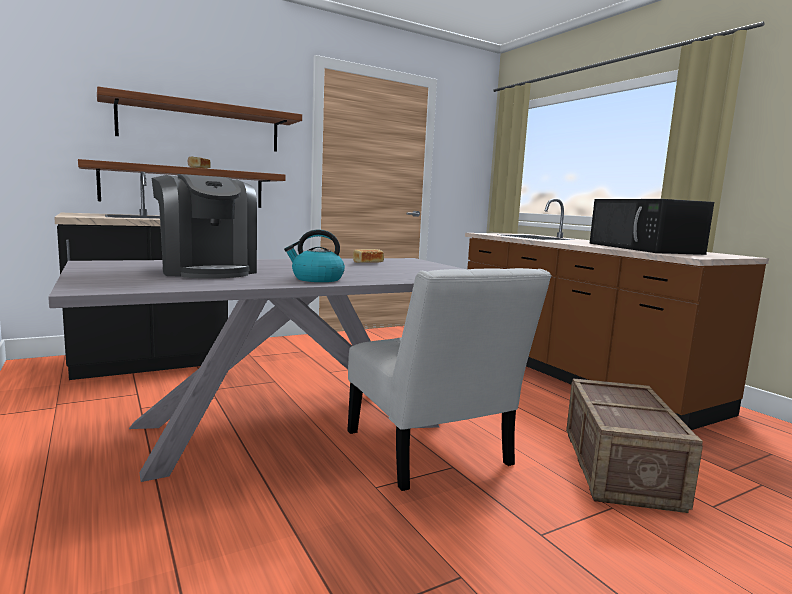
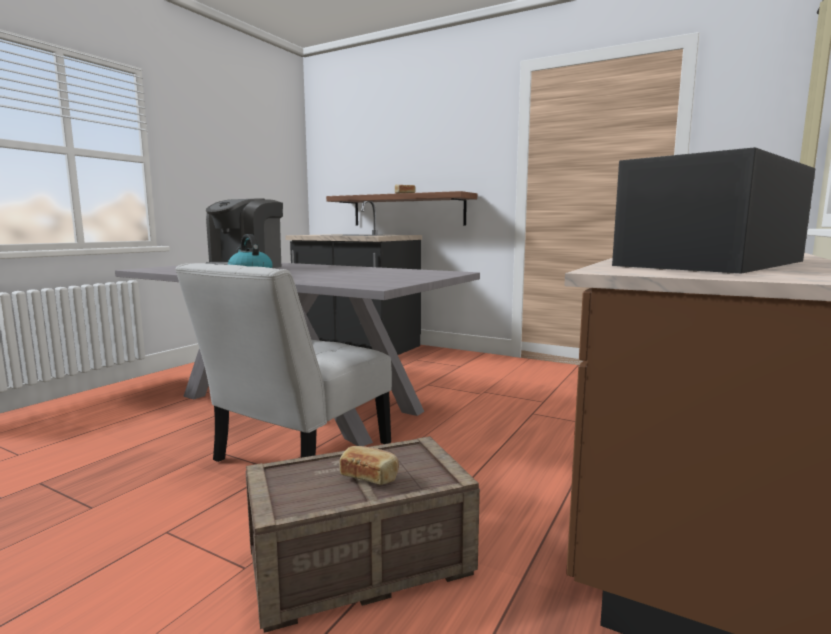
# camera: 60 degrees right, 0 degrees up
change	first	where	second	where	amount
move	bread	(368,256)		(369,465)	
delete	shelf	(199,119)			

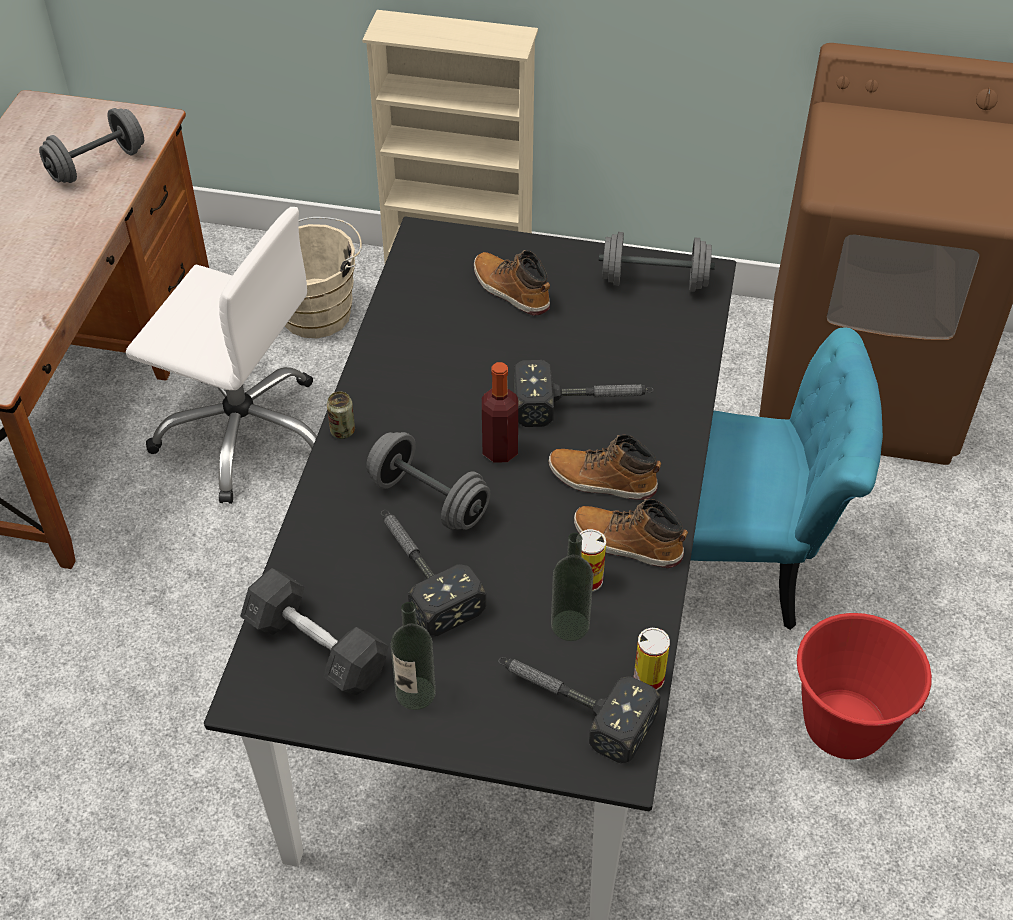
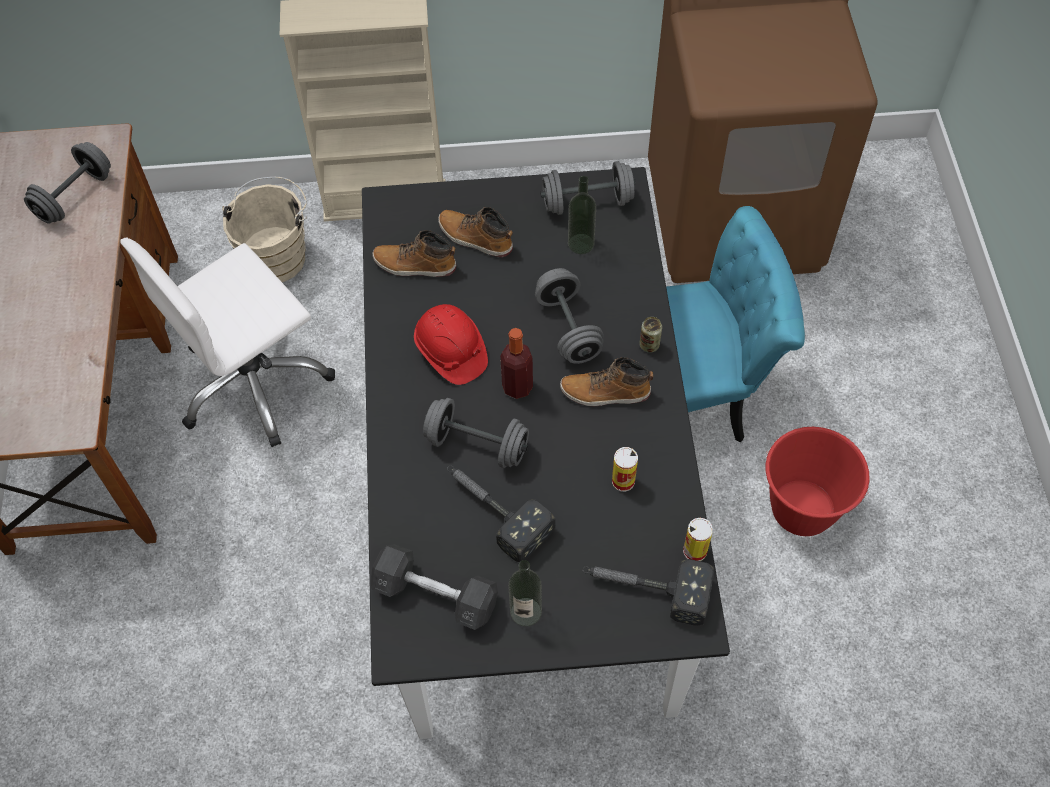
# camera: 15 degrees left, 10 degrees up
change	first	where	second	where	amount
rotate	white office chair	(221,355)		(227,342)	135 degrees clockwise
move	boot	(631,533)		(414,253)	
insert			red hard hat	(451,344)	
replace	hammer	(584,393)	grey dumbbell	(569,316)	
move	bottle	(572,587)		(582,215)	
move	can	(341,415)		(650,335)	

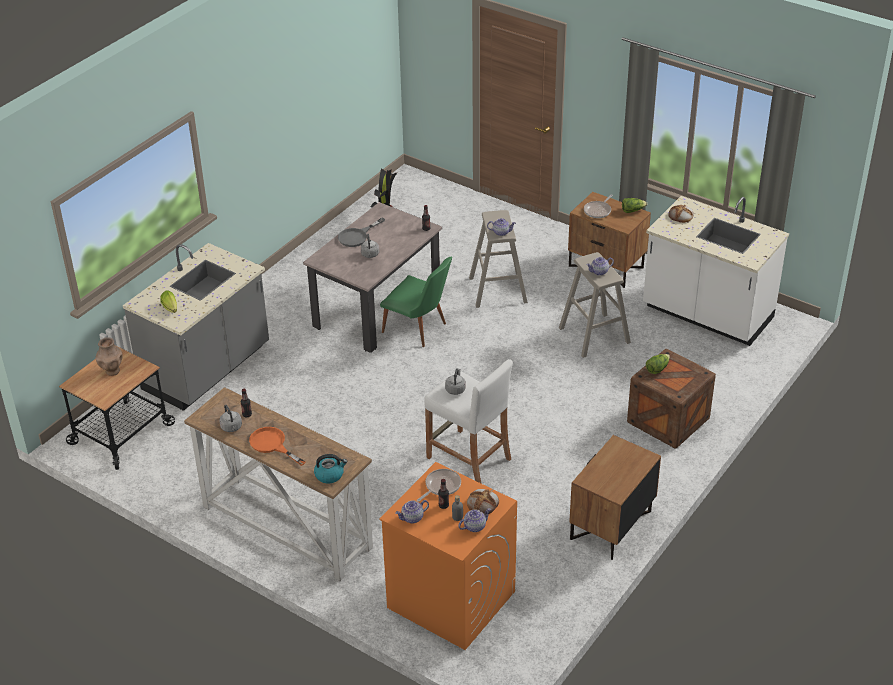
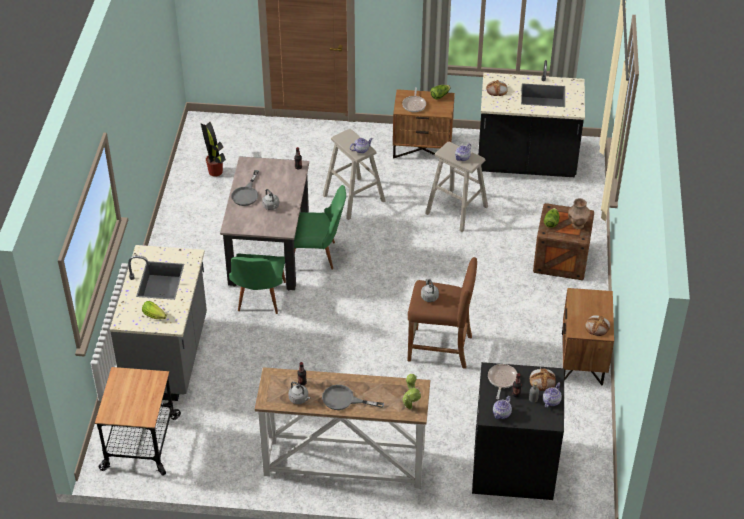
# camera: 30 degrees left, 5 degrees up
change	first	where	second	where	amount
insert			green chair	(257,283)	
recolor	orange frying pan	(277,446)	grey frying pan	(353,397)	
replace	kettle	(330,469)	potted plant	(411,391)	
recolor	white stool	(468,421)	brown stool	(442,313)	
recolor	orange washing machine	(448,556)	black washing machine	(518,431)	
recolor	white counter	(716,271)	black counter	(531,118)	
move	brown vase	(109,356)		(579,213)	
insert			bread	(597,326)	

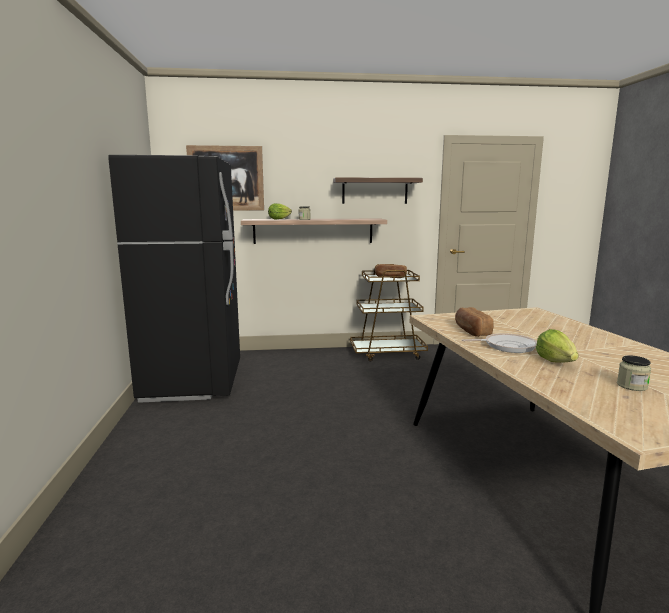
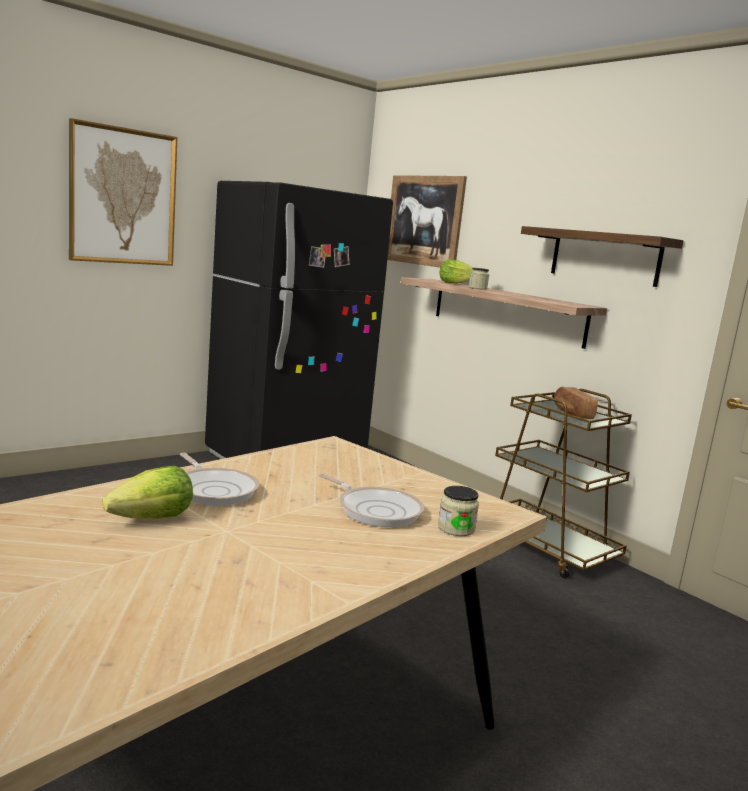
# camera: 55 degrees right, 0 degrees up
change	first	where	second	where	amount
insert			picture	(123,192)	
insert			frying pan	(371,500)	
move	jar	(634,373)		(458,511)	
delete	bread	(474,322)			

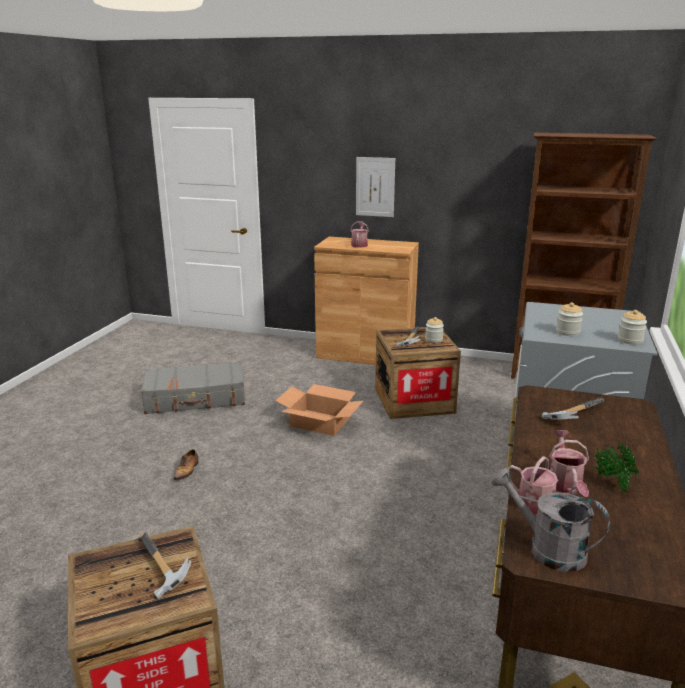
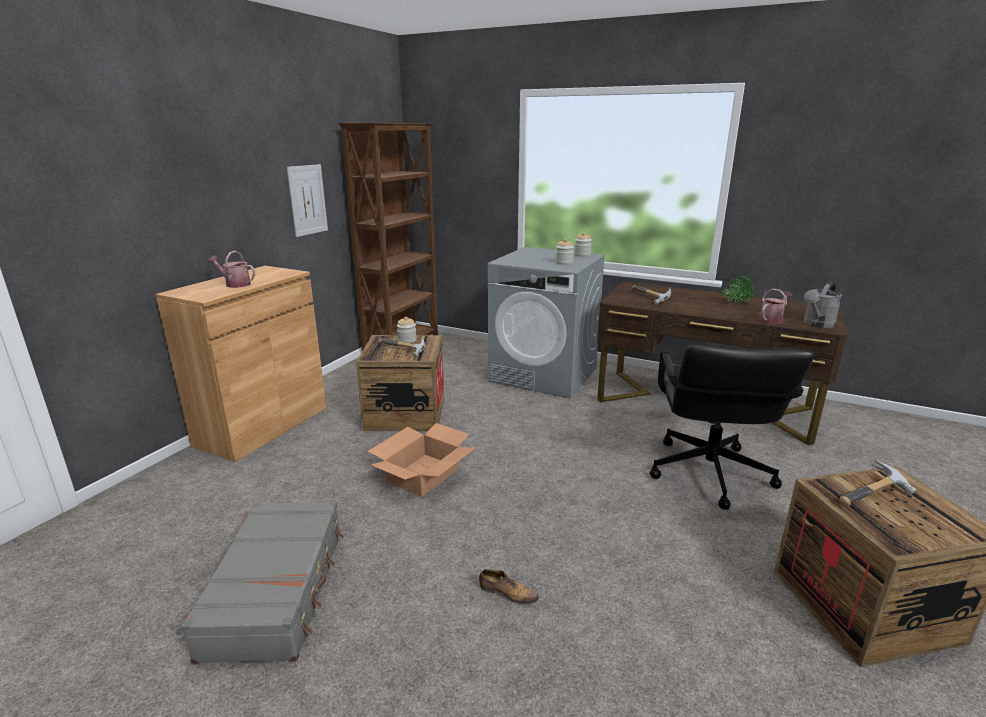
# camera: 80 degrees left, 0 degrees up
change	first	where	second	where	amount
move	picture	(375,187)		(307,200)	
insert			black office chair	(732,427)	
delete	watering can	(569,461)			

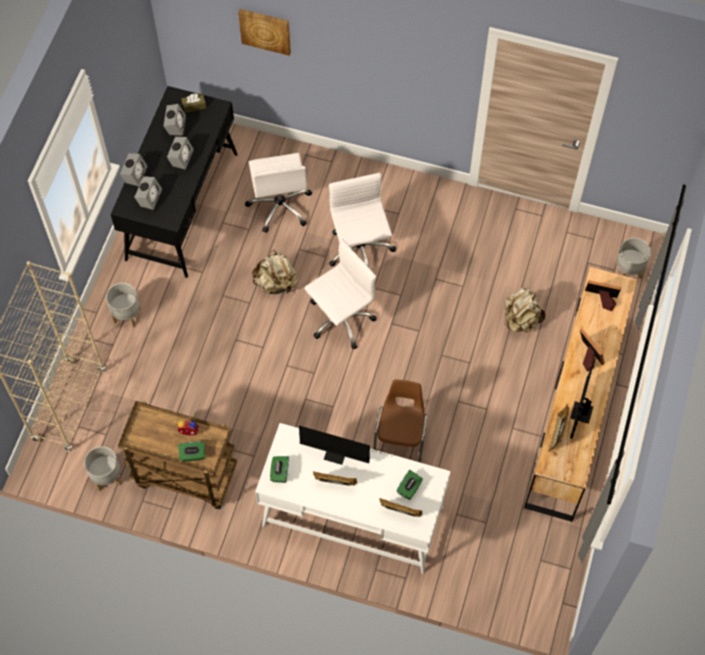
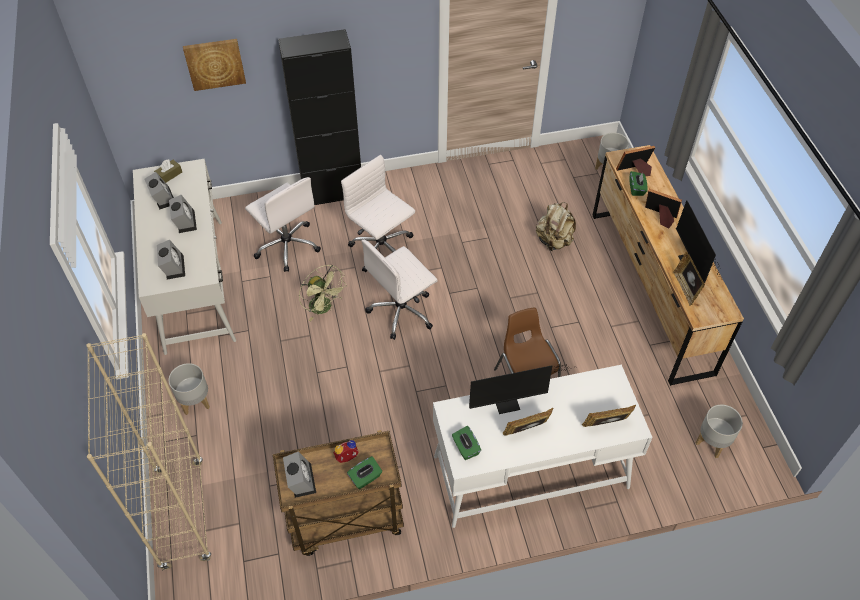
# camera: 30 degrees left, 10 degrees down
change	first	where	second	where	amount
recolor	black desk	(174,182)	white desk	(184,257)	
insert			black cabinet	(319,117)	
move	alarm clock	(134,171)		(299,475)	
replace	beige backpack	(275,272)	green fan	(323,293)	
rotate	white office chair	(340,294)		(399,290)	150 degrees counterclockwise
move	green tissue box	(409,485)		(639,183)	
move	grey planter	(102,468)		(719,431)	

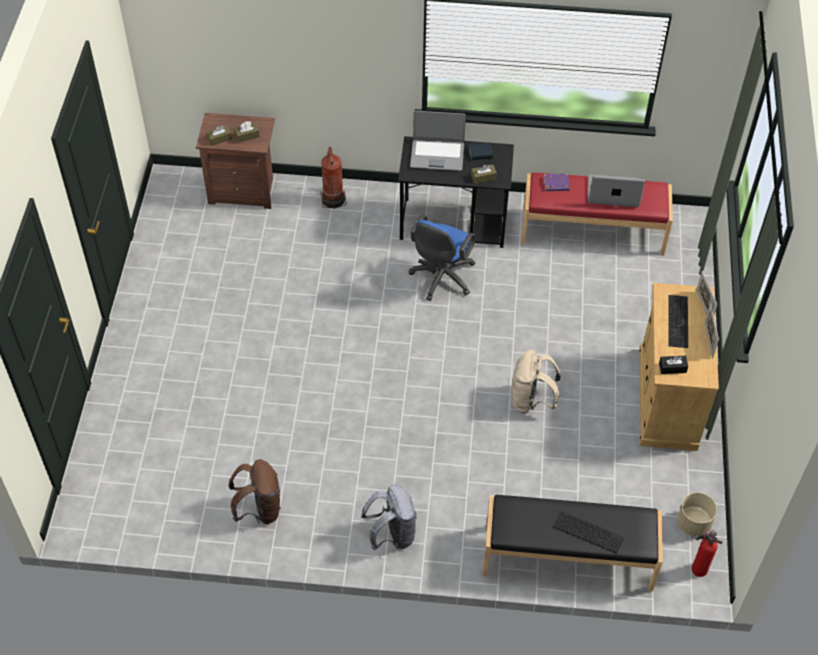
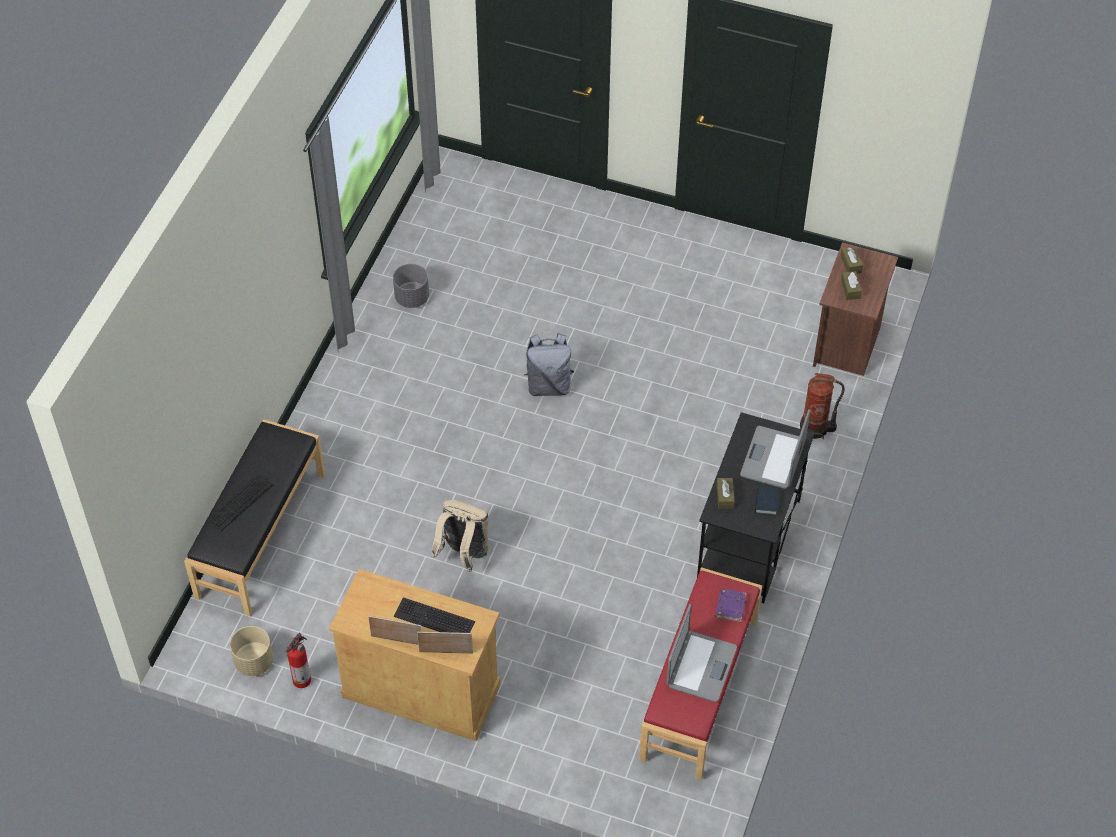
# camera: 105 degrees right, 0 degrees up
change	first	where	second	where	amount
move	fire extinguisher	(707,553)		(298,660)	
replace	brown backpack	(254,491)	grey planter	(411,286)	
move	grey backpack	(389,517)		(549,364)	
delete	blue office chair	(442,258)			
delete	black tissue box	(673,365)			

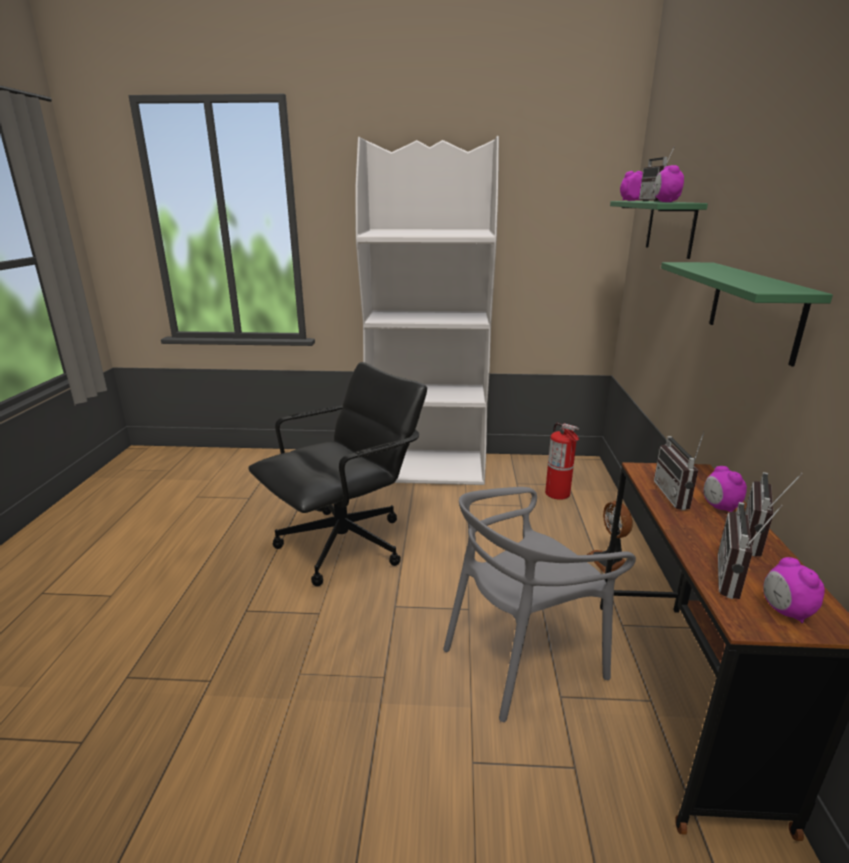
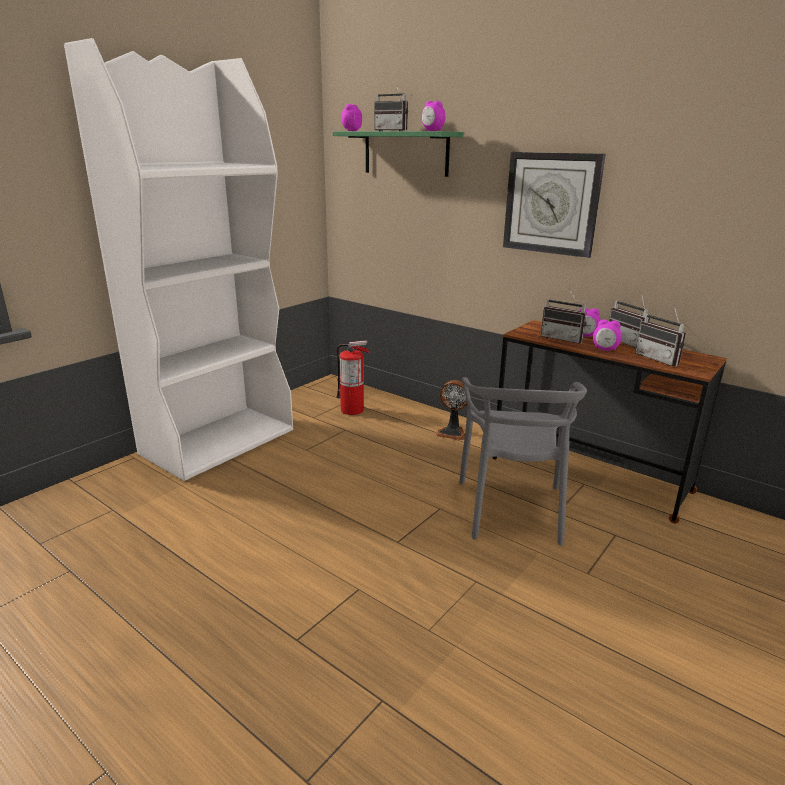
# camera: 55 degrees left, 0 degrees up
change	first	where	second	where	amount
replace	green shelf	(747,314)	wall clock	(554,205)	
move	alarm clock	(794,590)		(607,335)	
delete	black office chair	(337,474)			

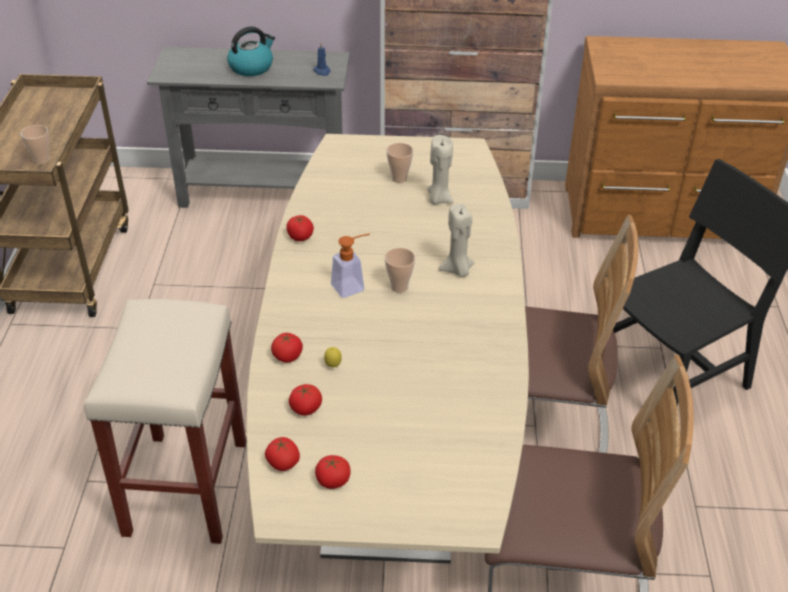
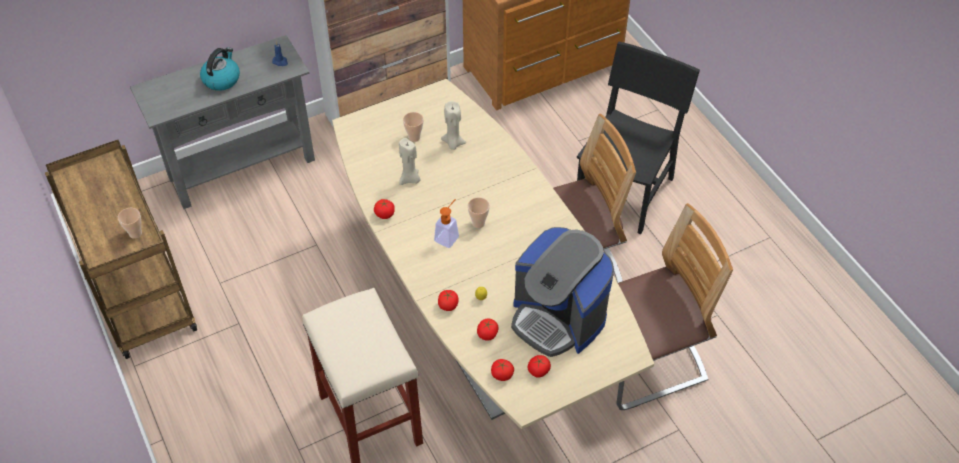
# camera: 30 degrees left, 10 degrees up
change	first	where	second	where	amount
move	beige candle	(457,240)		(410,161)	
insert			coffee machine	(562,292)	

